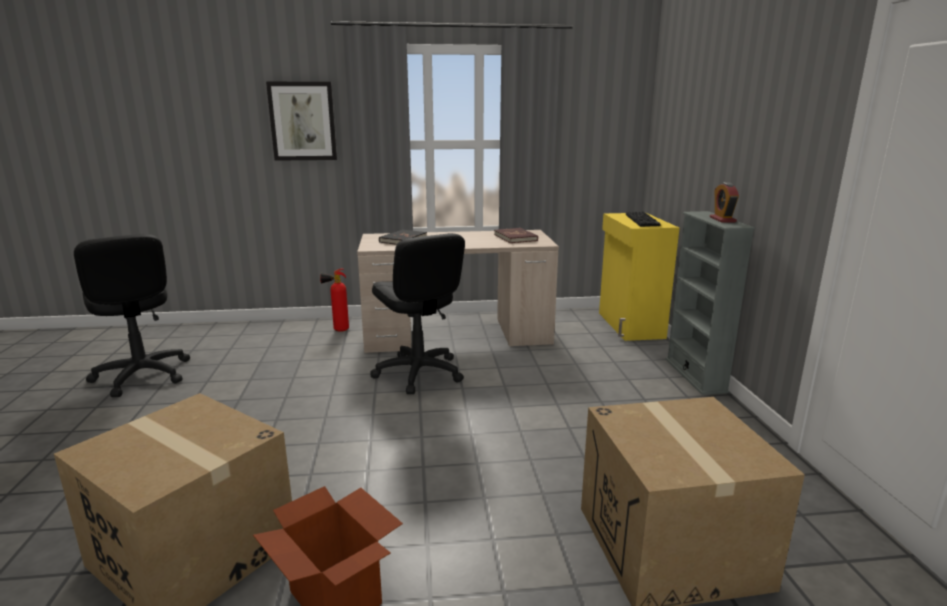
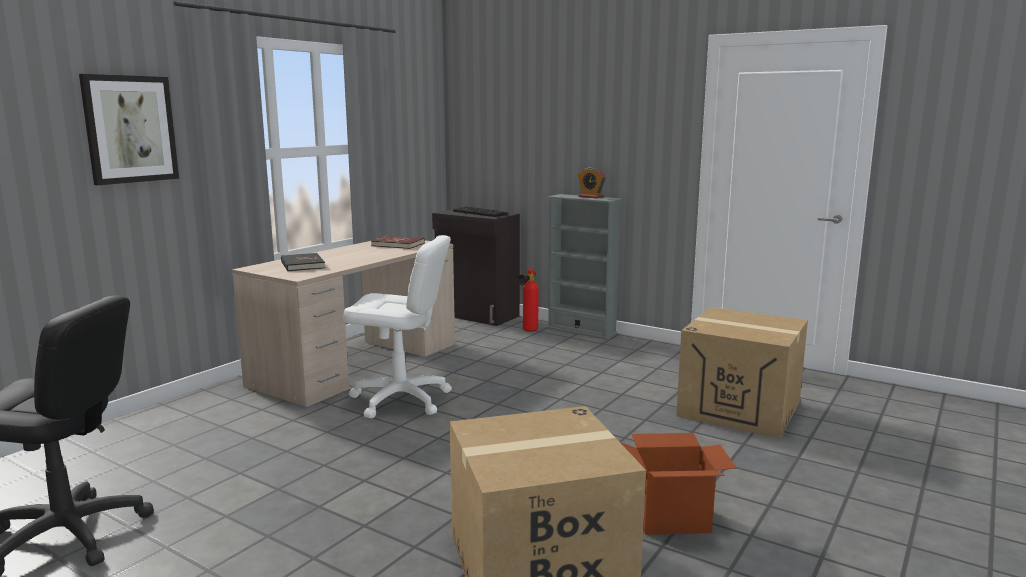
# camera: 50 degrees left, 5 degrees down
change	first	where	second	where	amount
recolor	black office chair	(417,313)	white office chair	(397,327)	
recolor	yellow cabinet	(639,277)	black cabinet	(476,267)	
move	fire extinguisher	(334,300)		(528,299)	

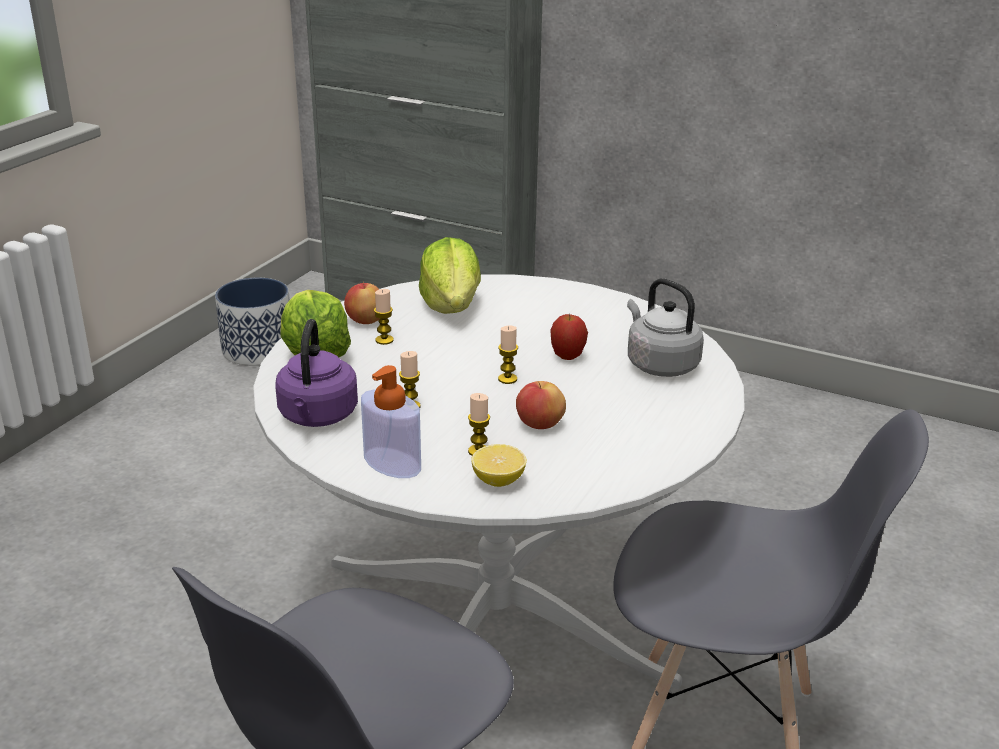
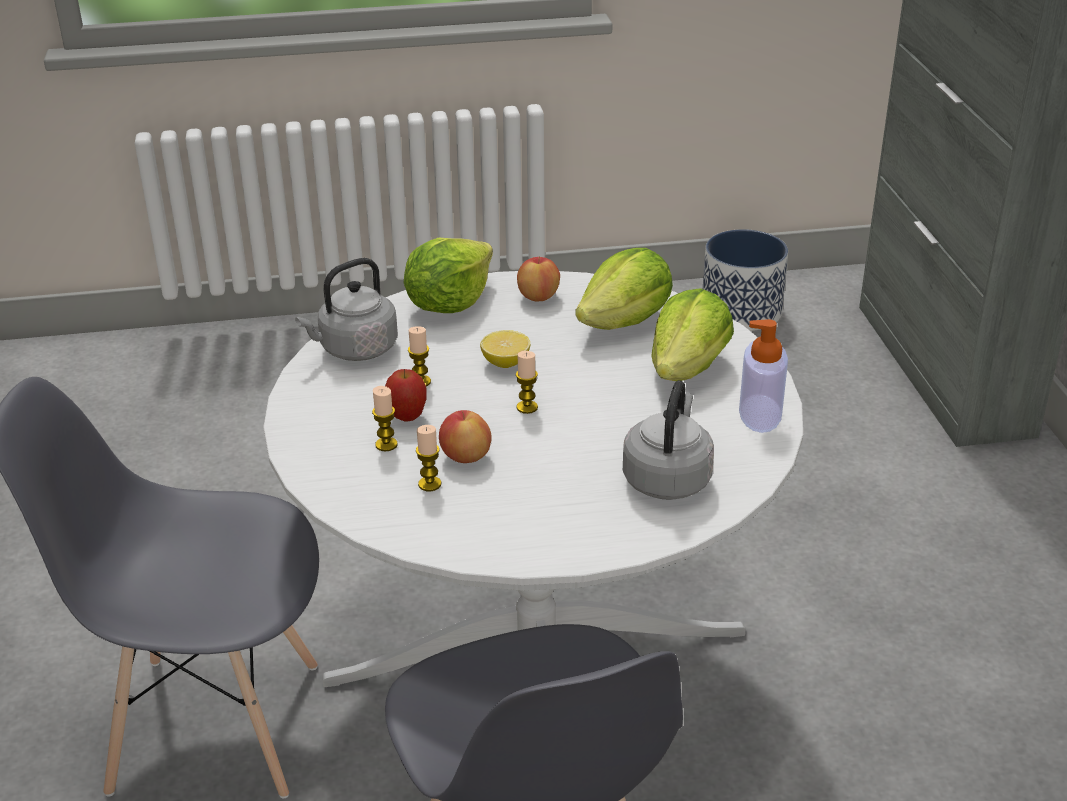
# camera: 55 degrees right, 5 degrees up
change	first	where	second	where	amount
recolor	purple kettle	(316,373)	grey kettle	(346,309)	
move	apple	(569,336)		(406,395)	
move	candle	(384,317)		(428,458)	
move	lemon	(499,465)		(505,349)	
insert			lettuce	(692,334)	
move	soap dispenser	(391,421)		(763,376)	

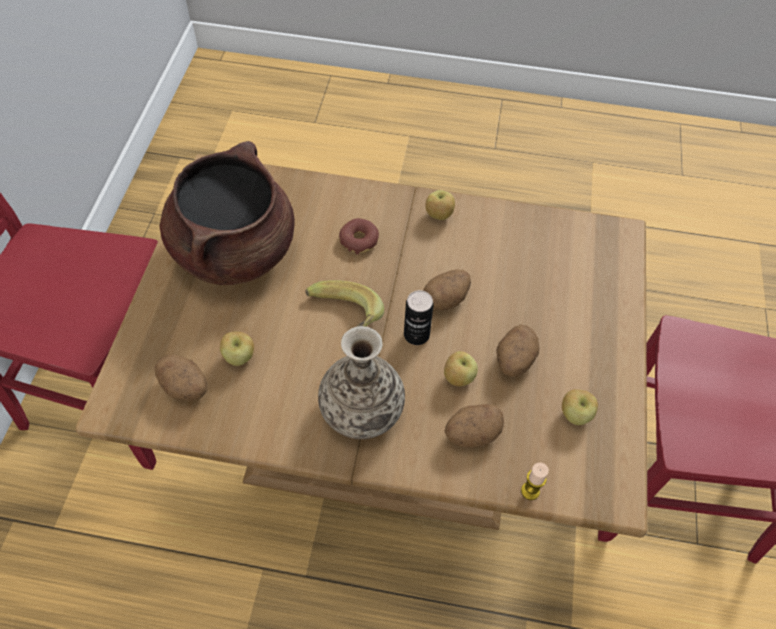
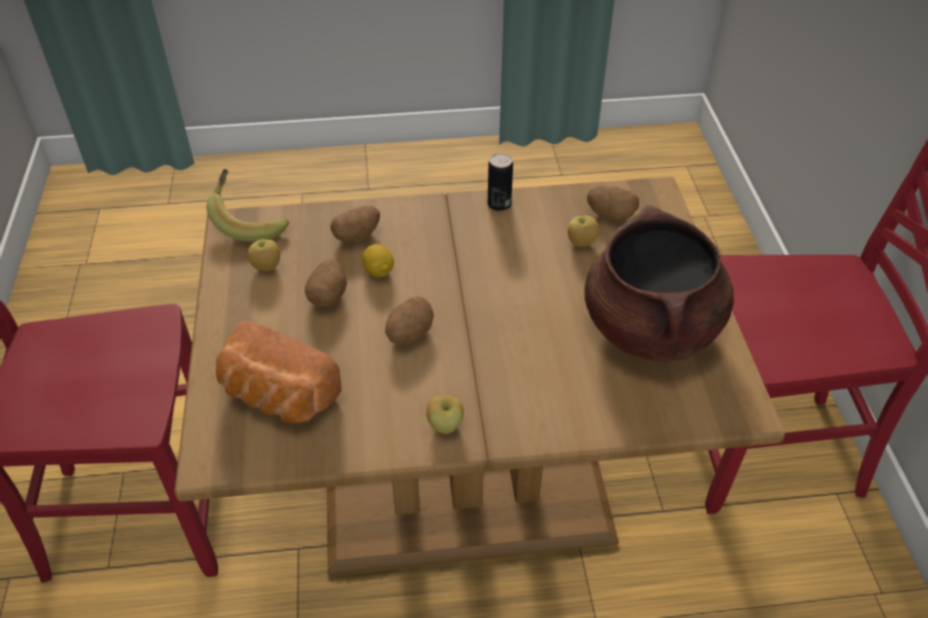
# camera: 165 degrees right, 10 degrees down
change	first	where	second	where	amount
move	banana	(344,303)		(247,205)	
insert			bread	(279,372)	
replace	apple	(461,368)	lemon	(378,260)	
move	can	(419,317)		(500,182)	
delete	vase	(361,382)			
delete	donut	(359,236)			
delete	candle	(535,481)			

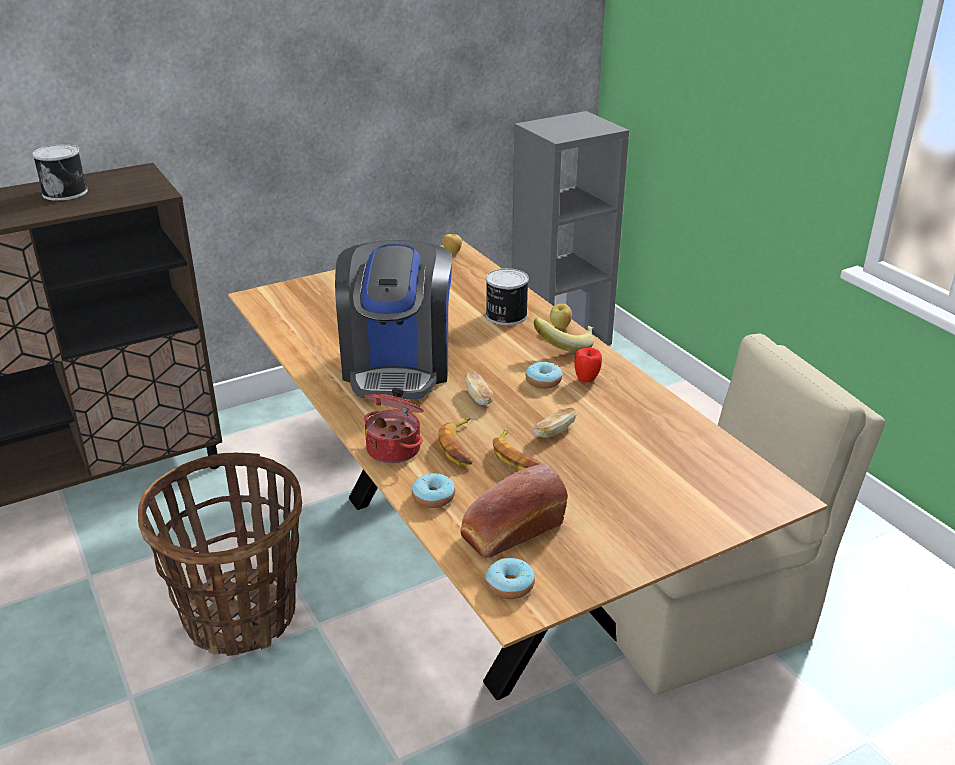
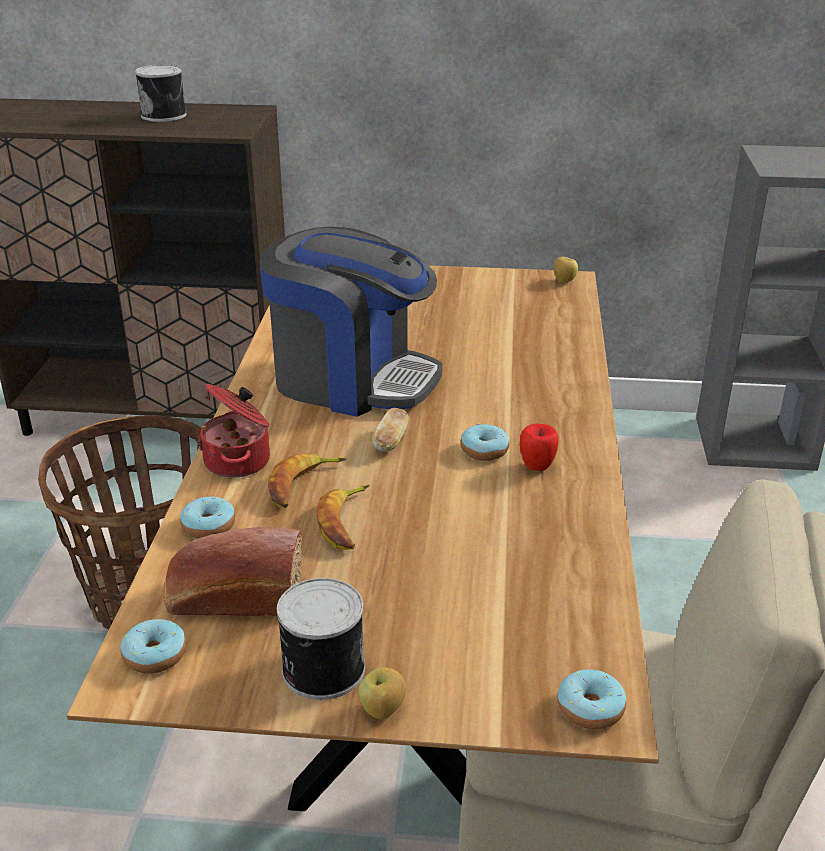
# camera: 35 degrees right, 0 degrees up
change	first	where	second	where	amount
rotate	coffee machine	(393,319)		(351,322)	105 degrees counterclockwise
move	can	(507,296)		(321,639)	
move	apple	(561,316)		(382,693)	
insert			donut	(591,699)	
delete	bread	(555,422)			
delete	banana	(564,335)			

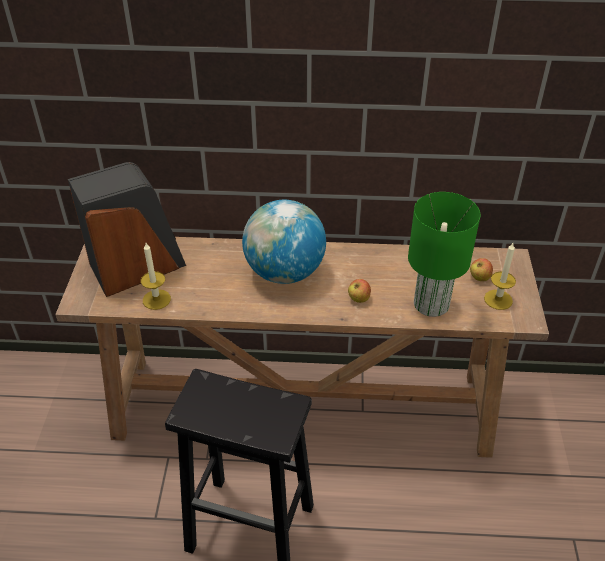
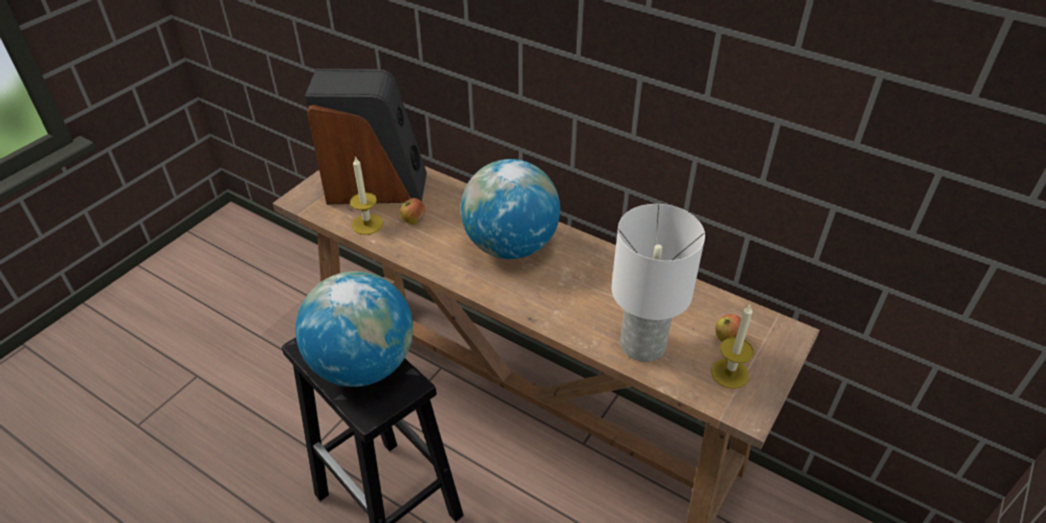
# camera: 30 degrees right, 0 degrees up
change	first	where	second	where	amount
insert			globe	(354,329)	
move	apple	(359,291)		(412,211)	
recolor	green table lamp	(444,254)	white table lamp	(658,283)	

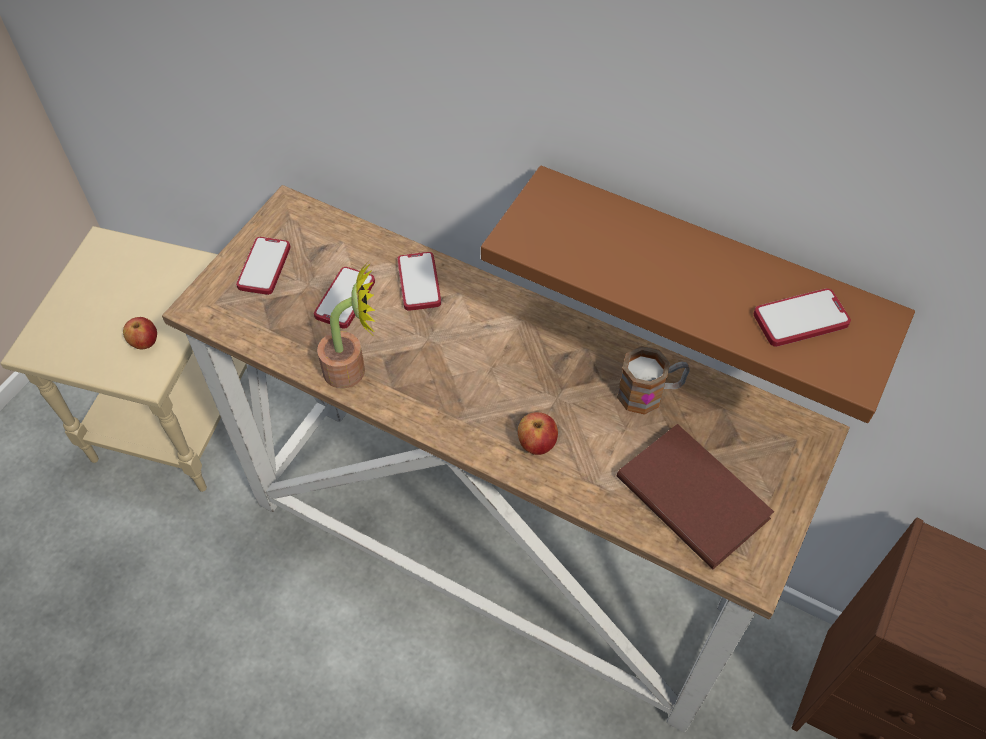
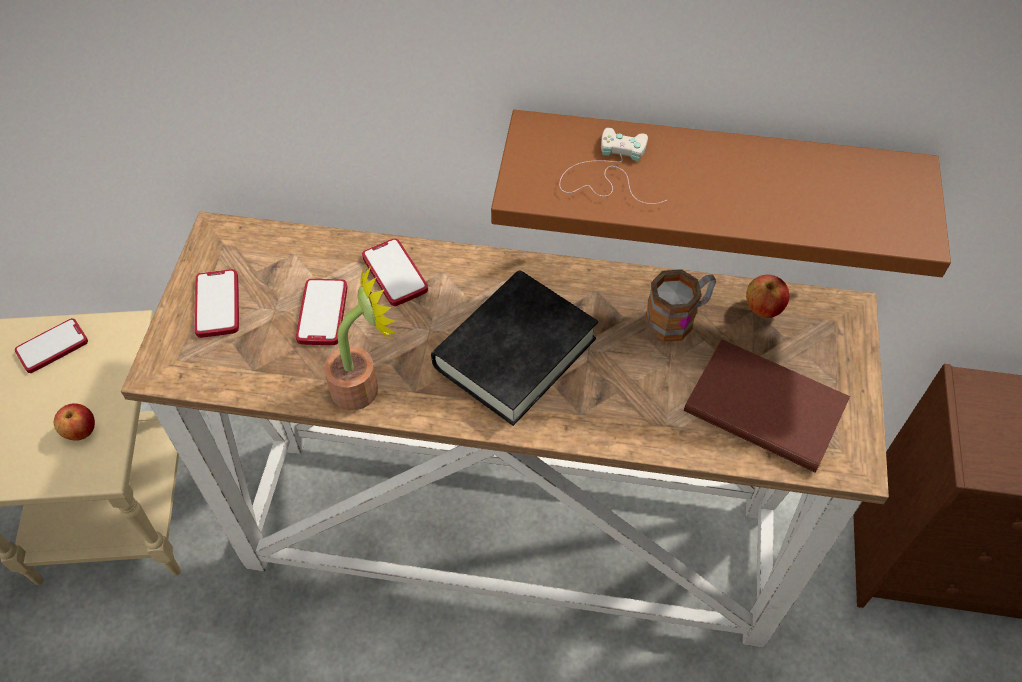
# camera: 20 degrees left, 0 degrees up
change	first	where	second	where	amount
move	phone	(802,317)		(51,345)	
insert			black book	(514,348)	
insert			white game controller	(613,166)	
move	apple	(538,433)		(767,296)	

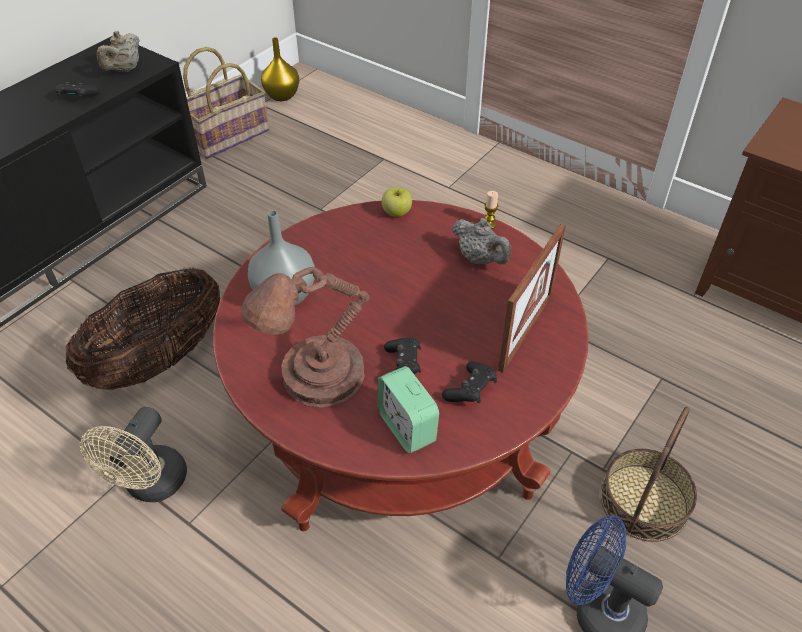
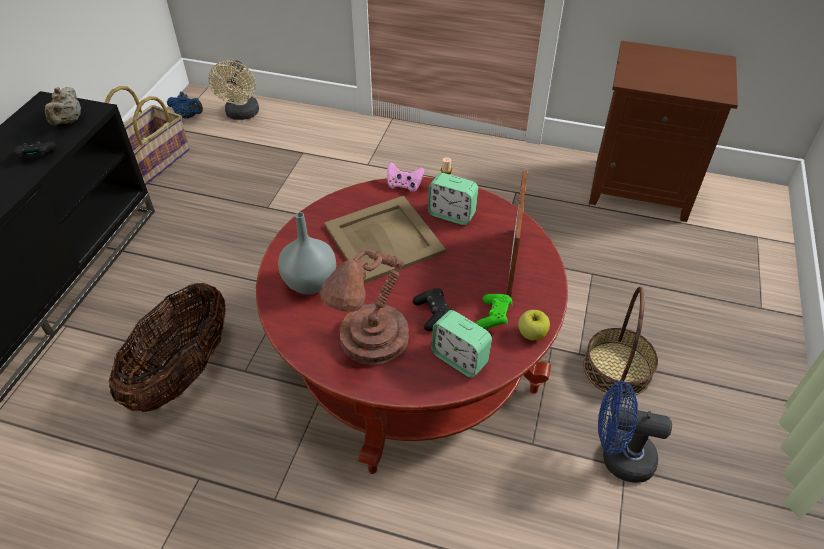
# camera: 20 degrees left, 0 degrees up
change	first	where	second	where	amount
replace	yellow vase	(280,69)	blue teapot	(185,105)	
move	beige fan	(133,454)		(233,90)	
insert			beige tray	(385,239)	
insert			pink game controller	(405,177)	
replace	grey teapot	(481,241)	alarm clock	(453,199)	
recolor	black game controller	(469,382)	green game controller	(494,311)	
move	apple	(397,202)		(534,325)	

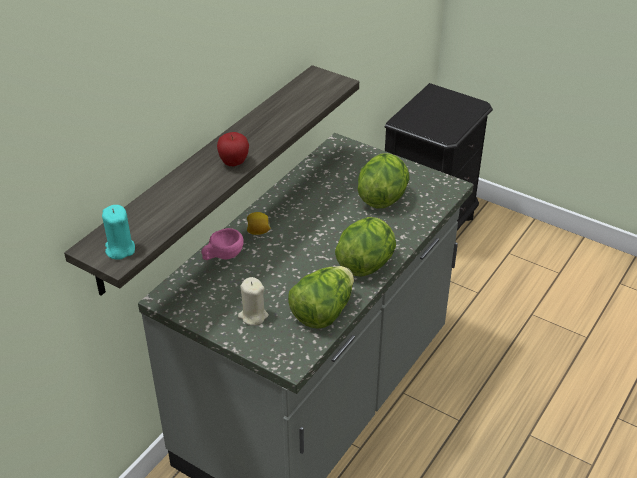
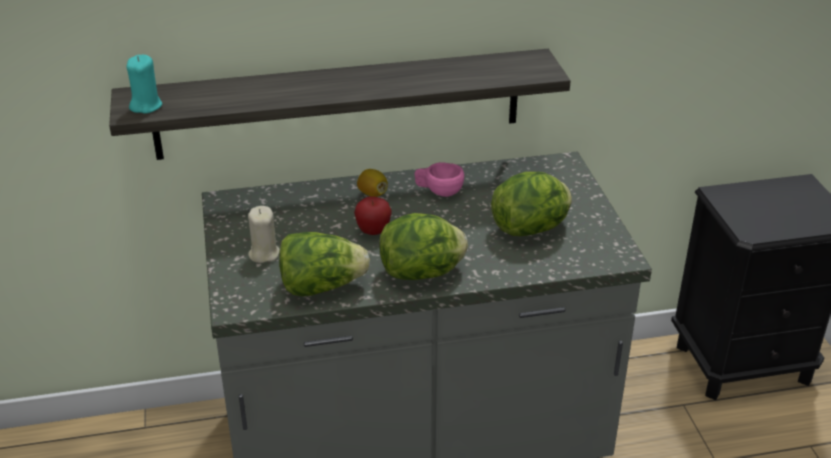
# camera: 45 degrees right, 5 degrees down
change	first	where	second	where	amount
move	apple	(233,149)		(373,215)	
move	pink cup	(222,244)		(439,179)	

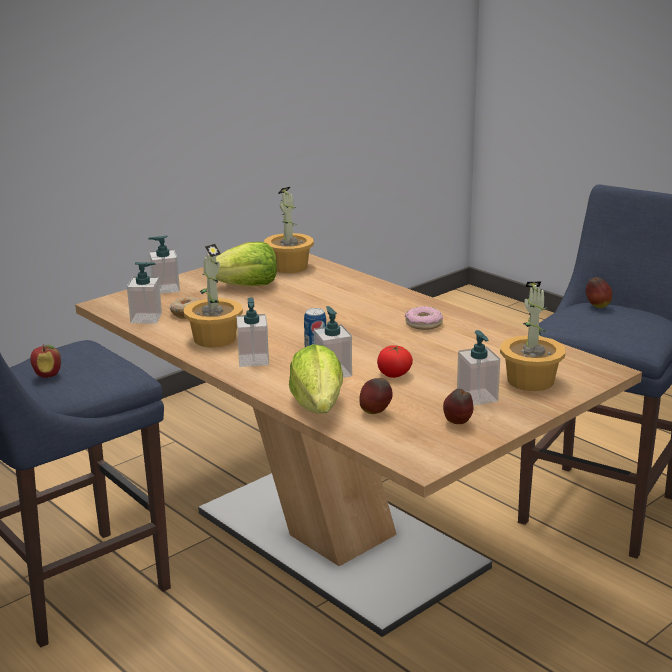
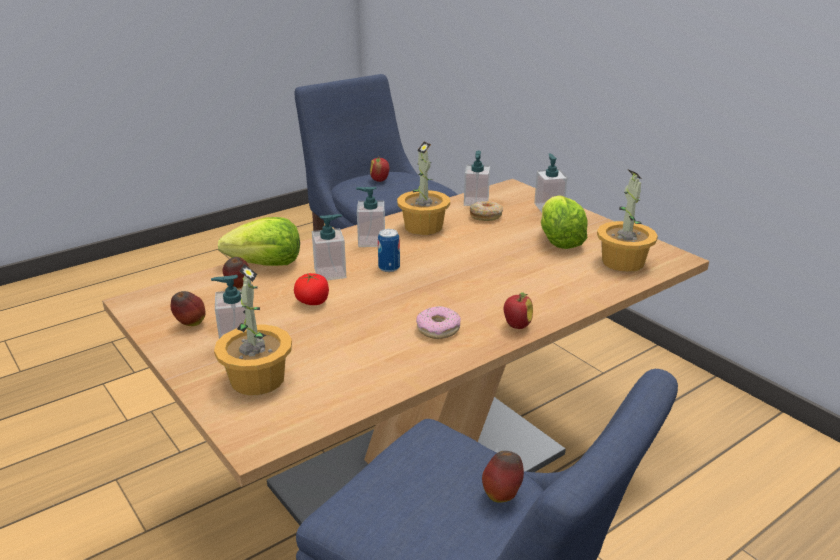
# camera: 95 degrees right, 5 degrees up
change	first	where	second	where	amount
insert			apple	(518,310)	

